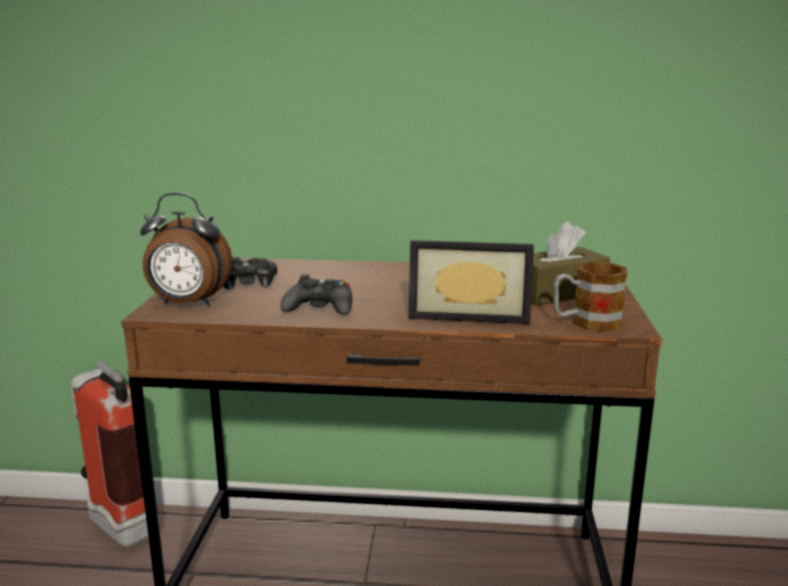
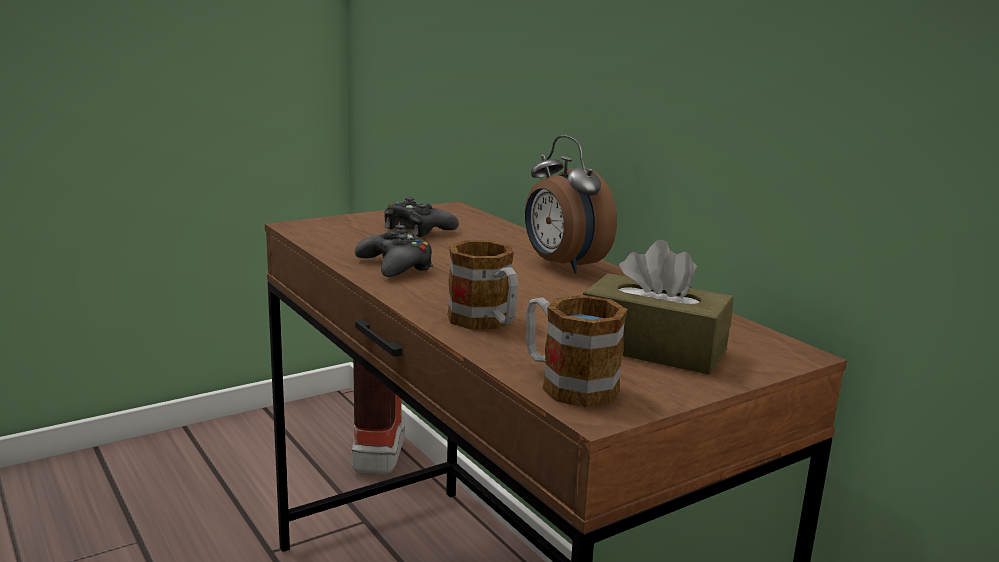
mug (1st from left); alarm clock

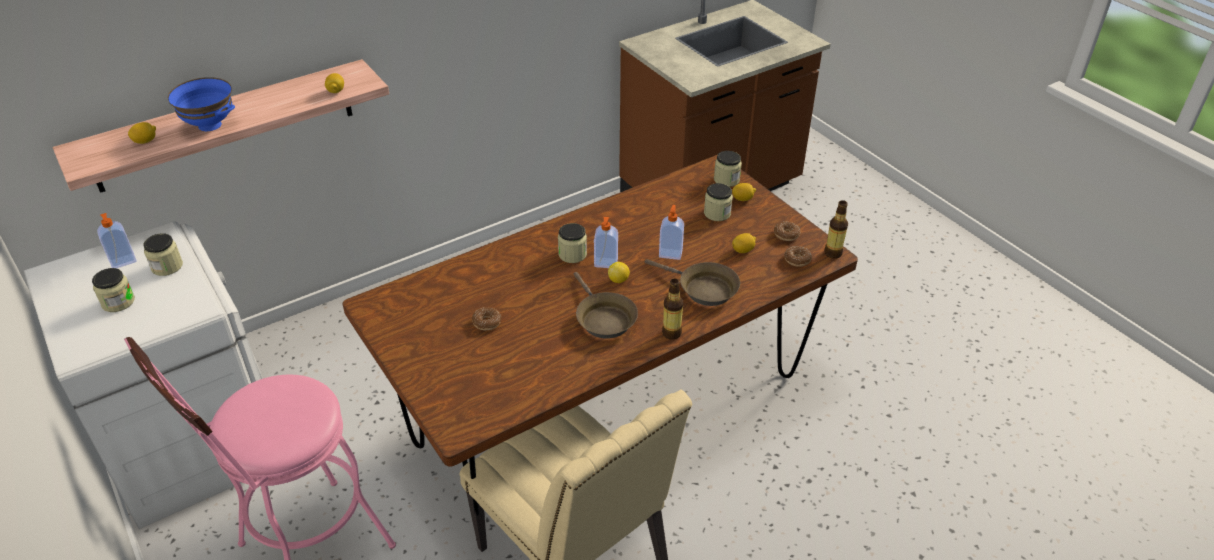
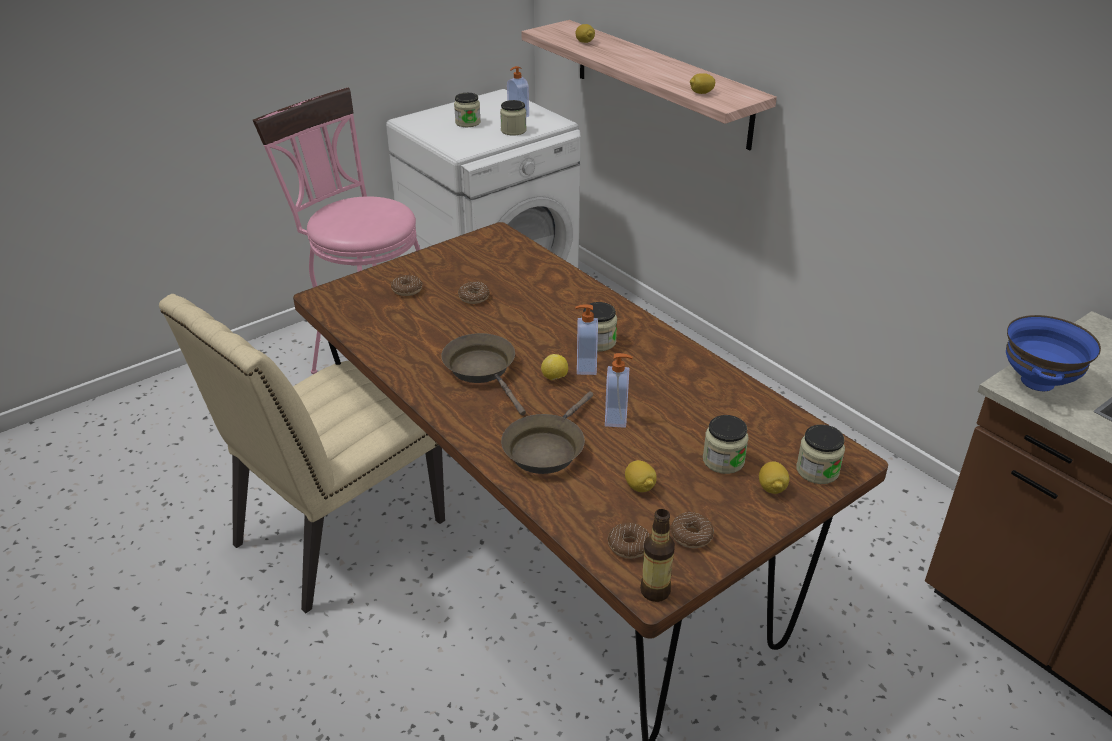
donut (1st from left); frying pan/brown (1st from left); bowl/blue; bottle (1st from left in the first image)

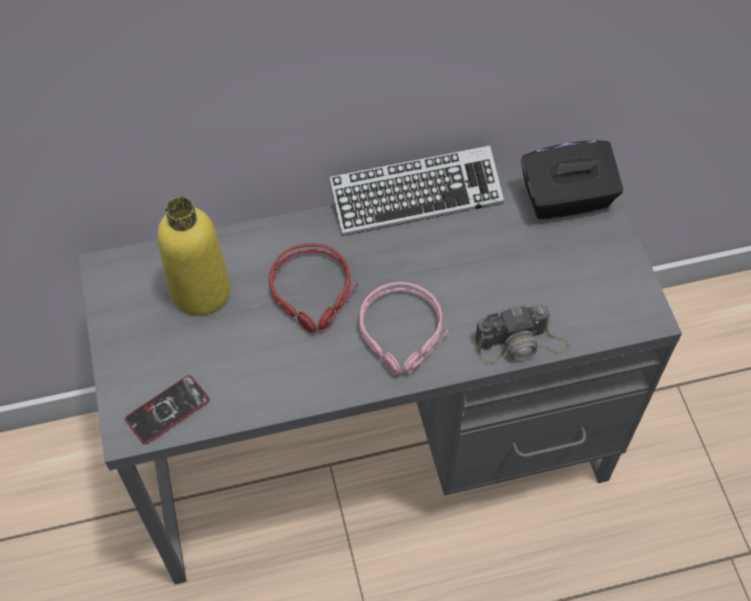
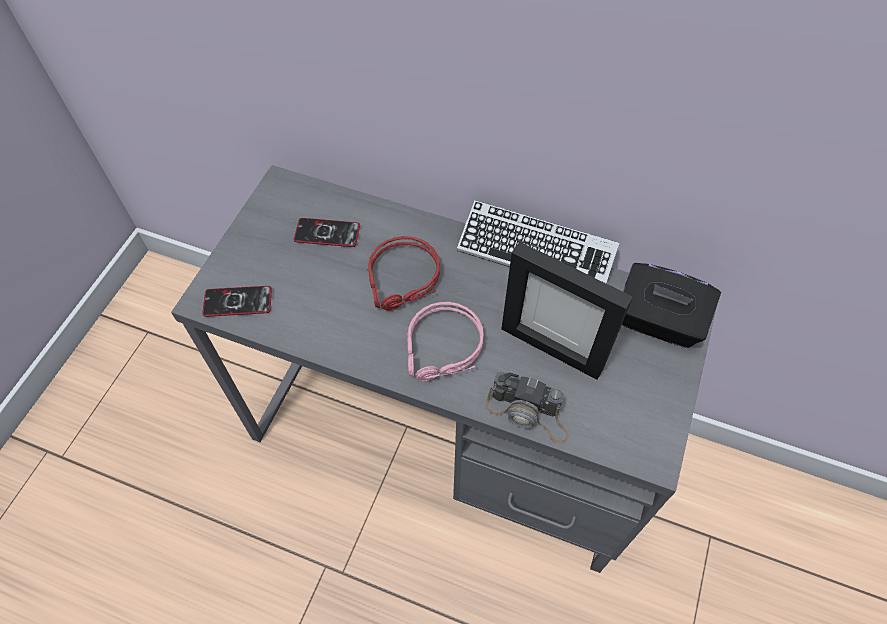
phone (2nd from left); picture frame

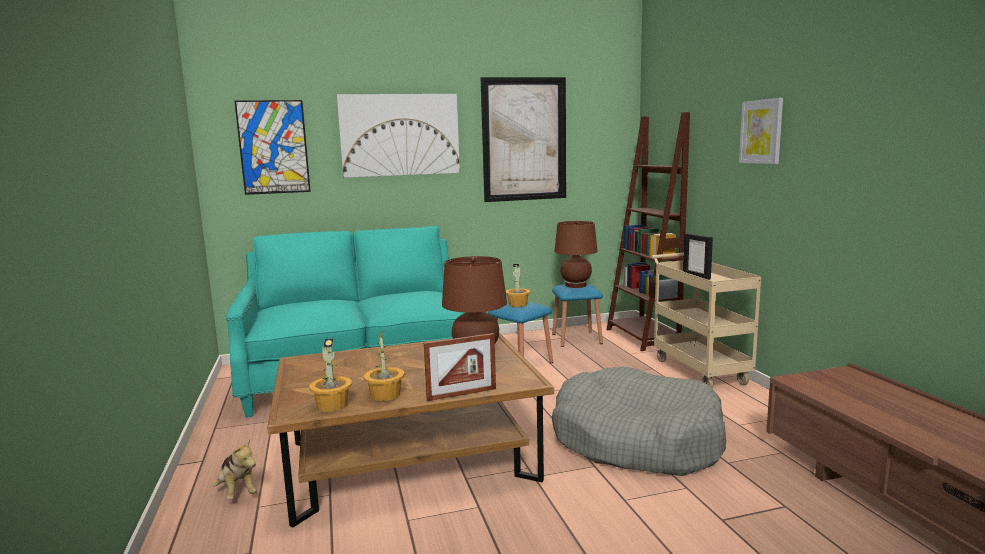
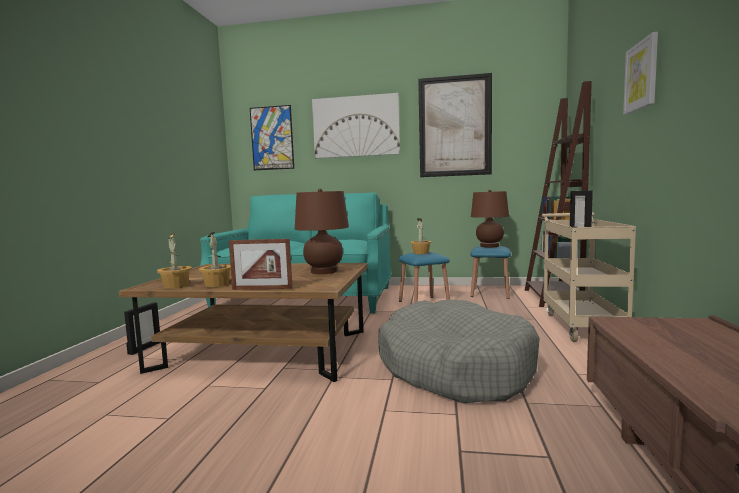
picture frame (1st from left)

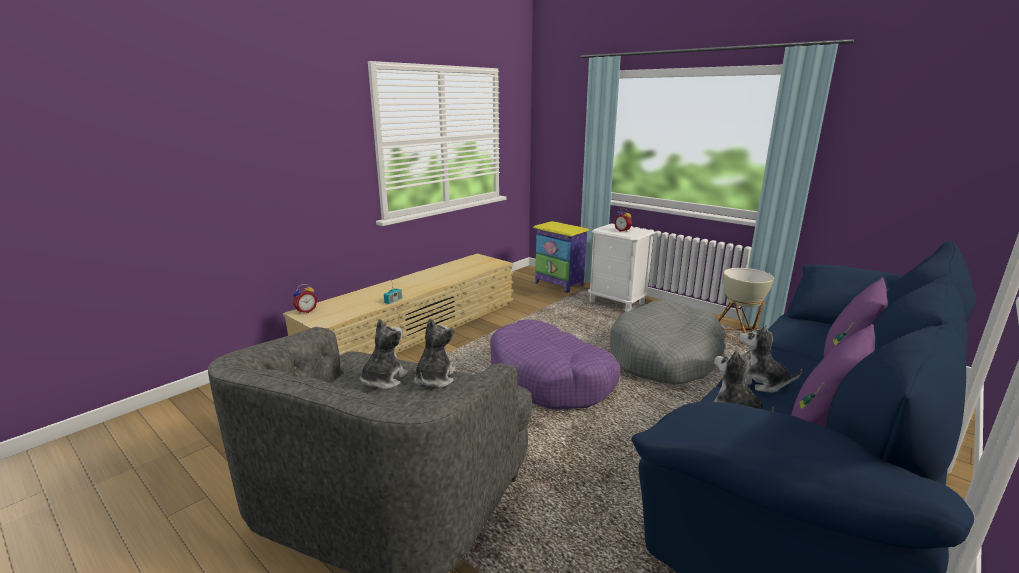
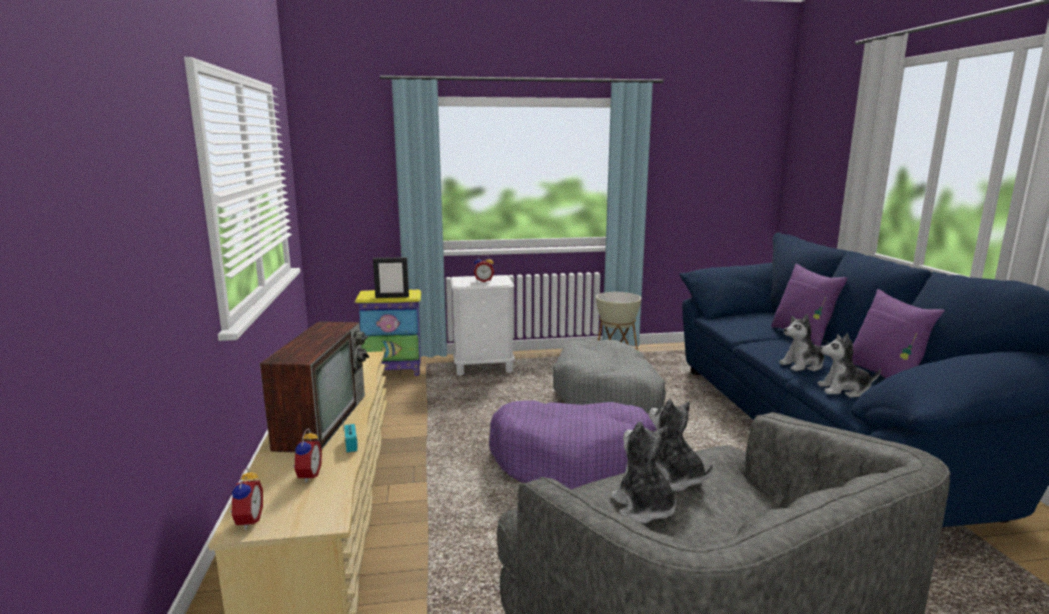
television; alarm clock (2nd from left); picture frame

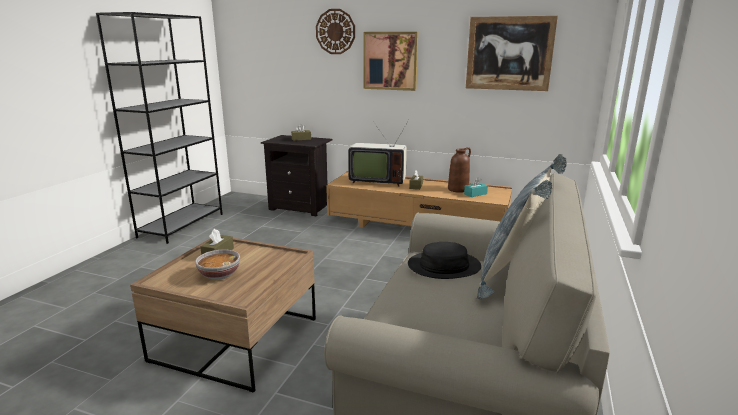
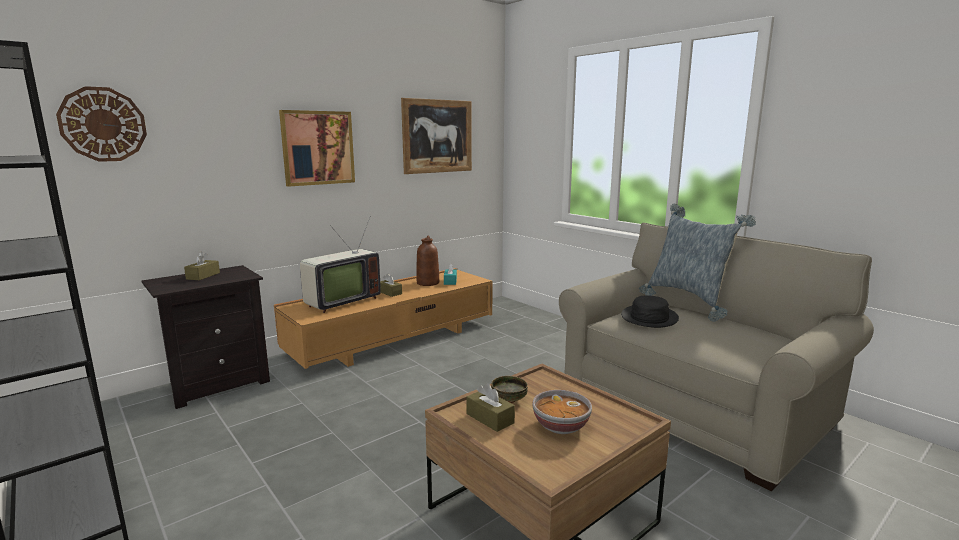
wall clock; bowl (1st from left)

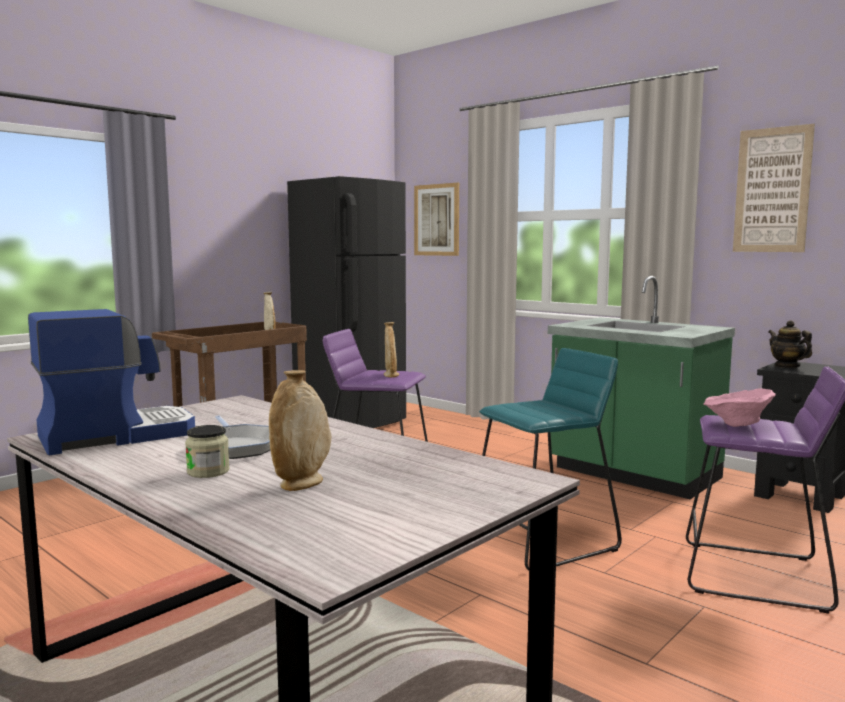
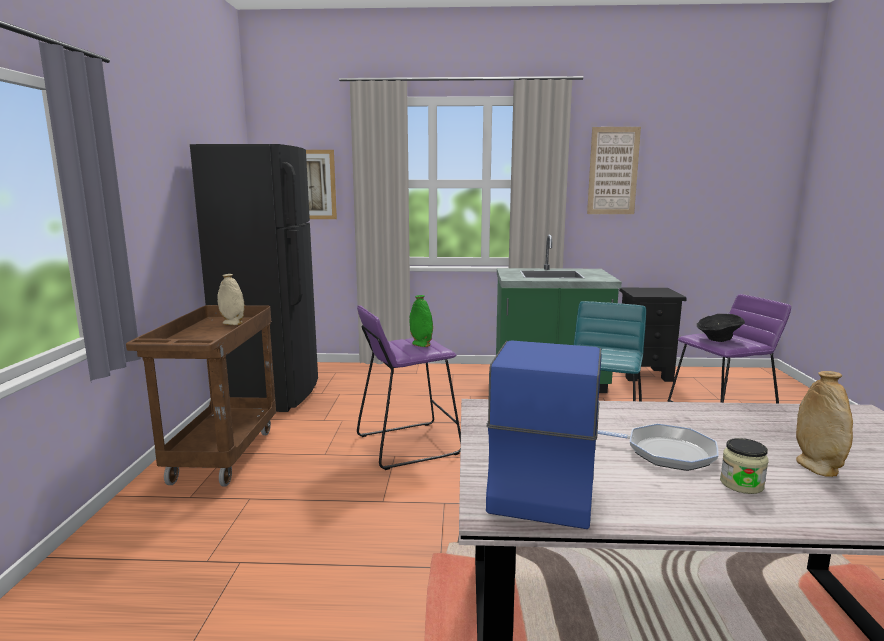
vase/green; bowl/black; teapot

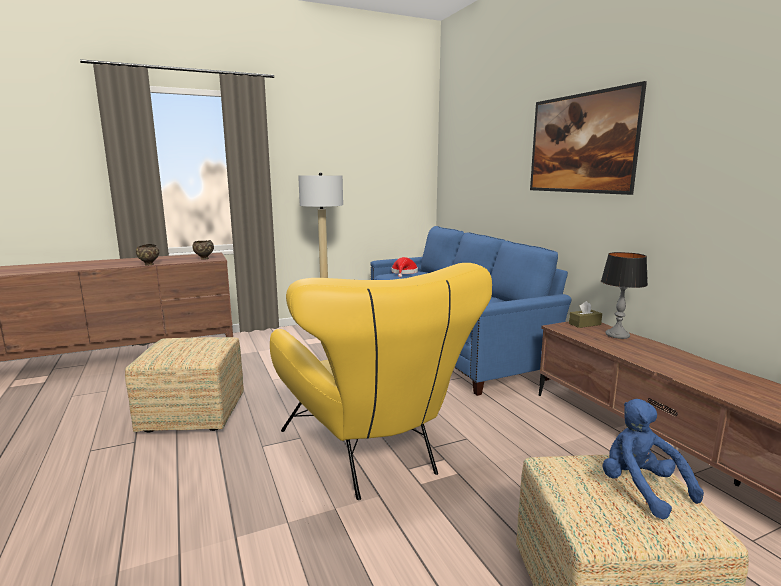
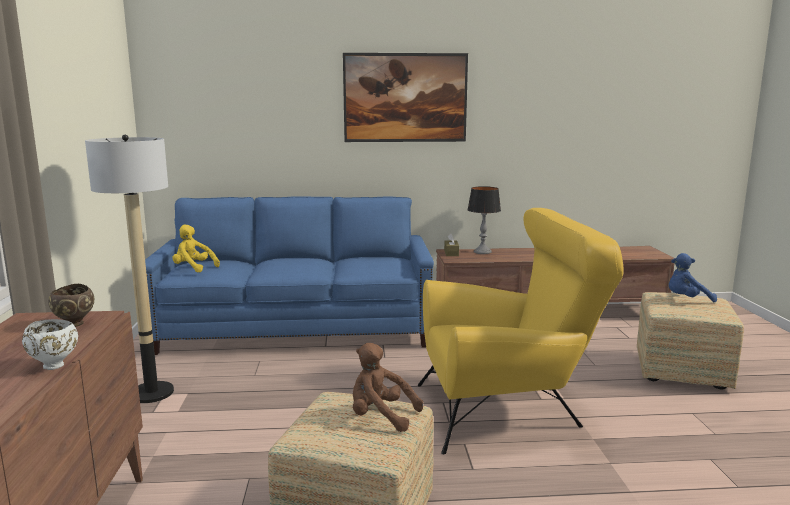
bowl/white; plush toy/yellow; plush toy/brown

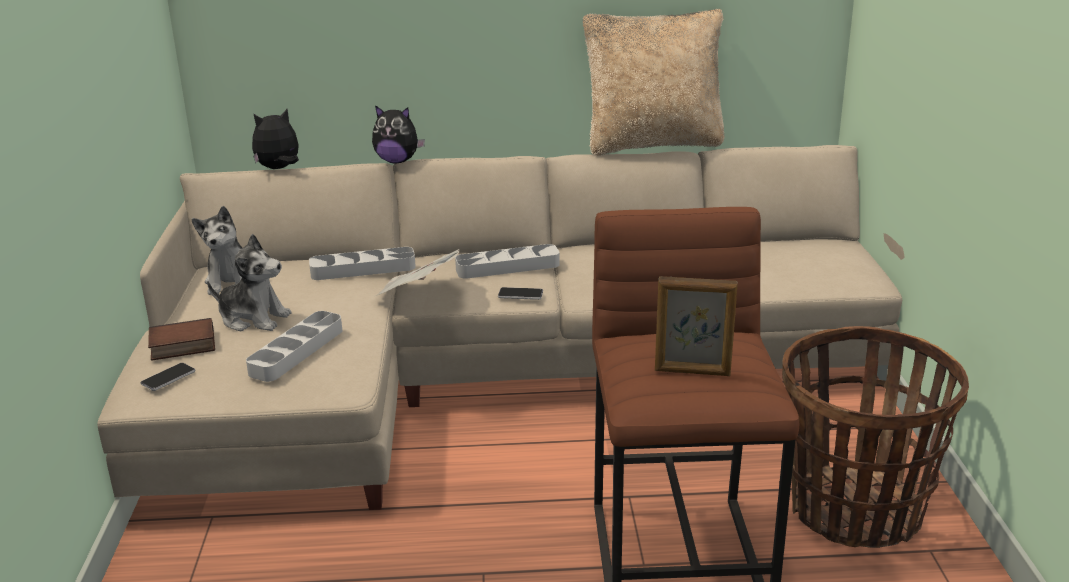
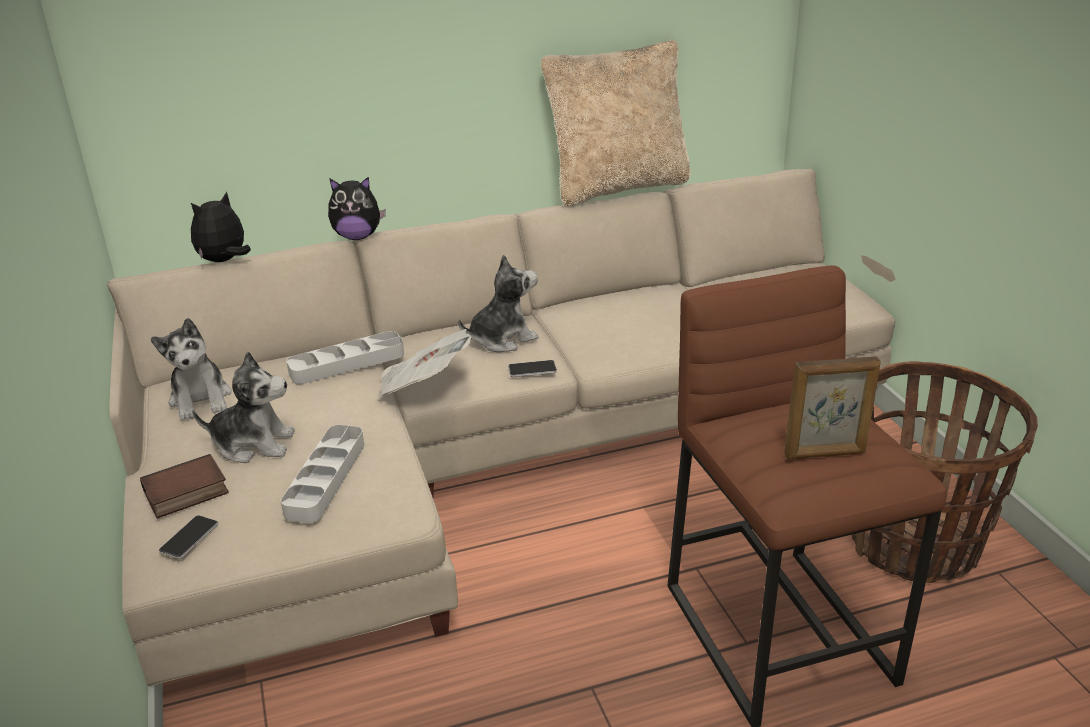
plush toy (5th from left)

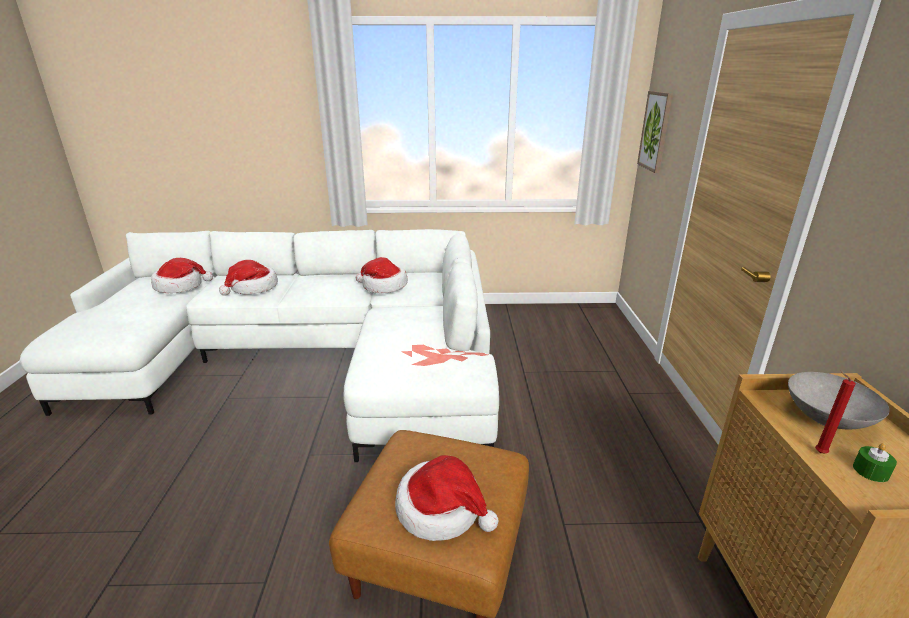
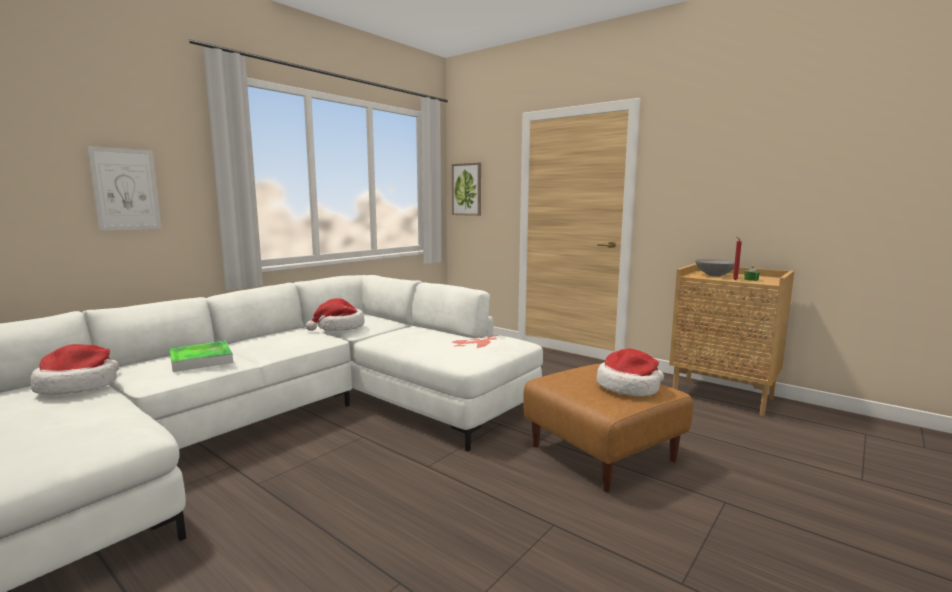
picture (1st from left); tray

